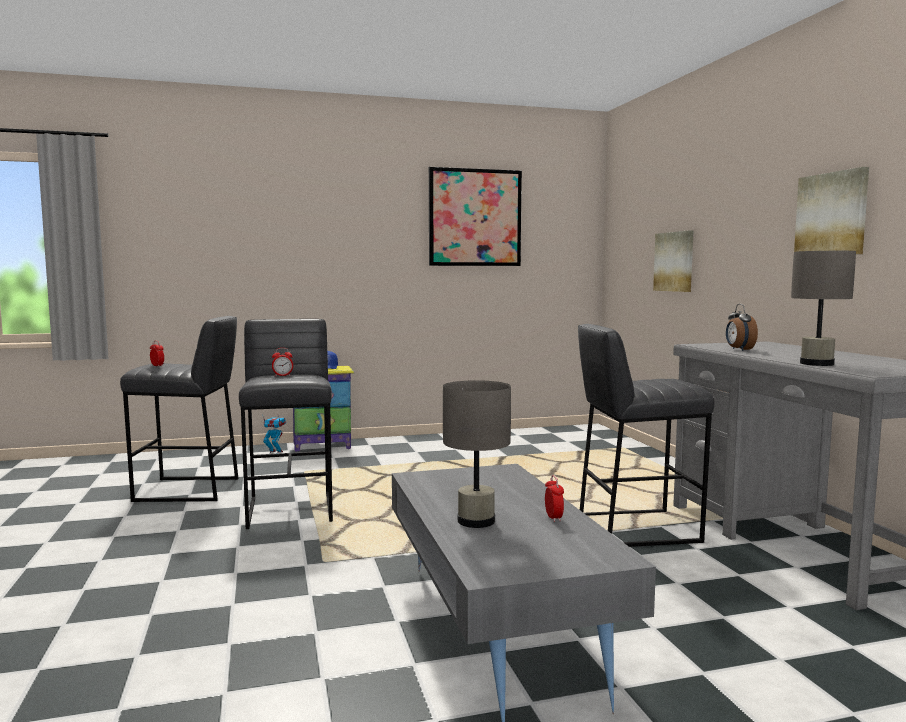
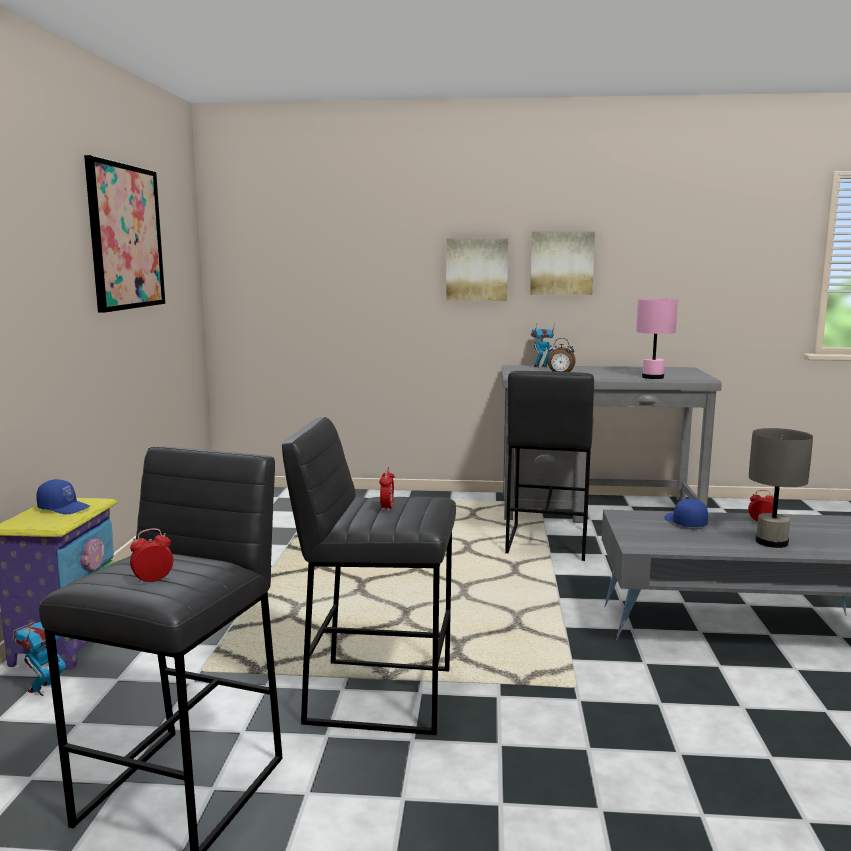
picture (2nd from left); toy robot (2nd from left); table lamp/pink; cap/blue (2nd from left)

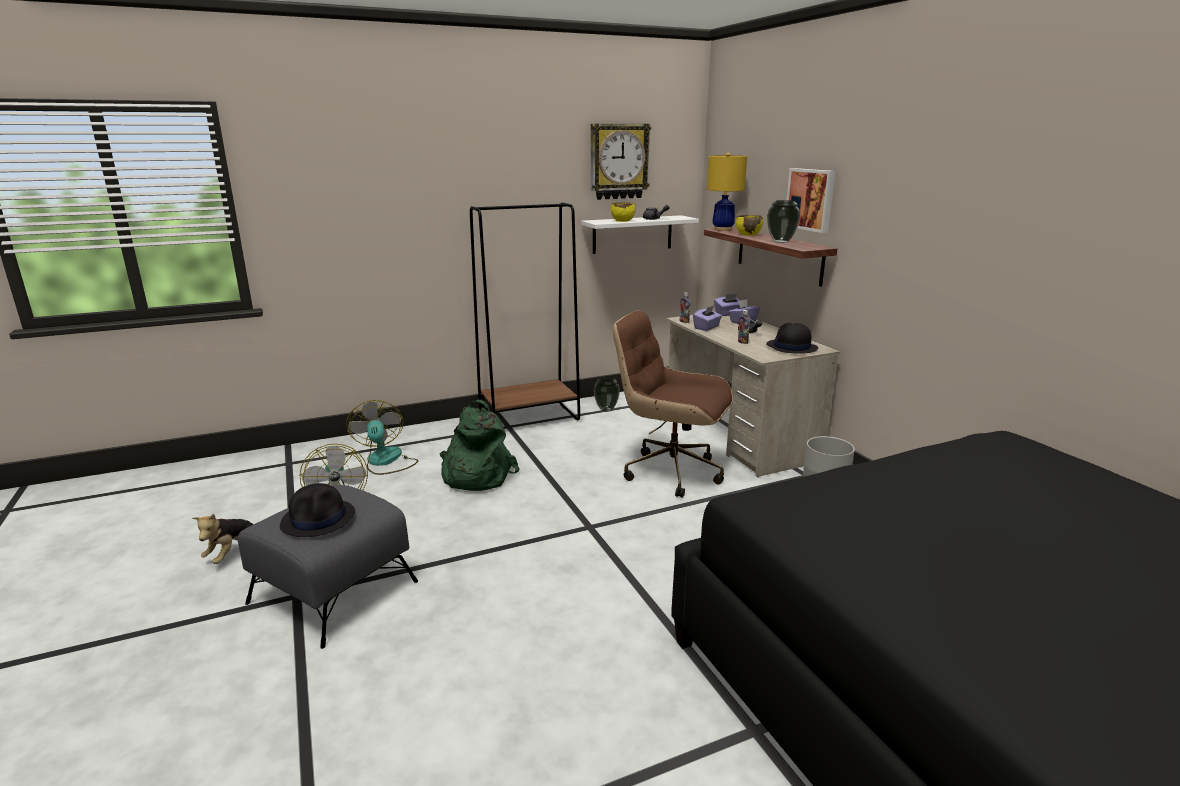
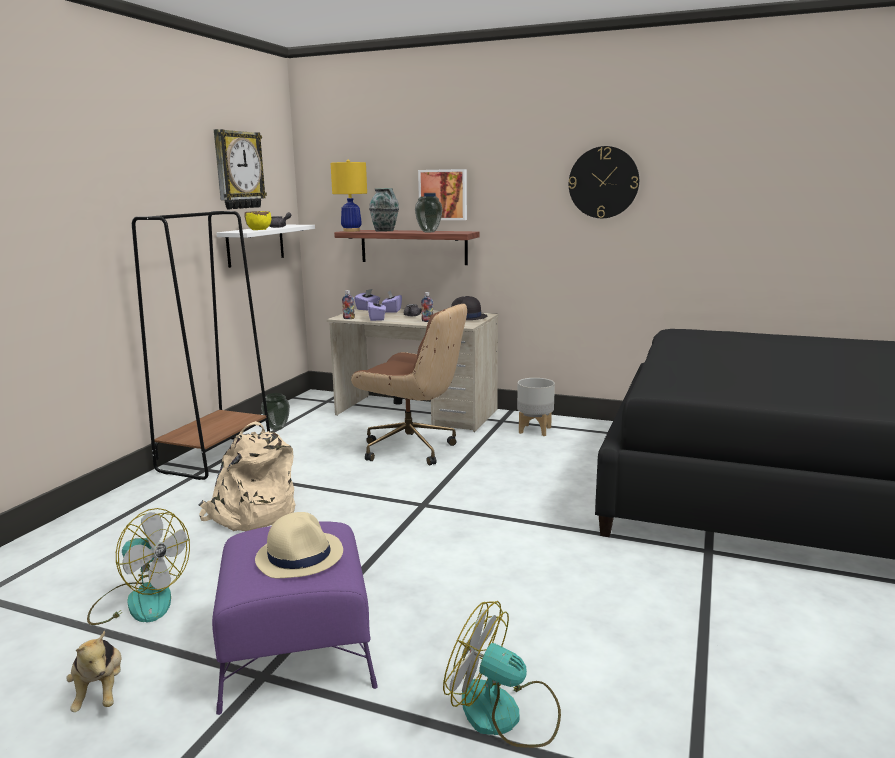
backpack/beige; ottoman/purple; hat/beige; office chair/brown; vase (2nd from left); fan (2nd from left); wall clock (2nd from left)

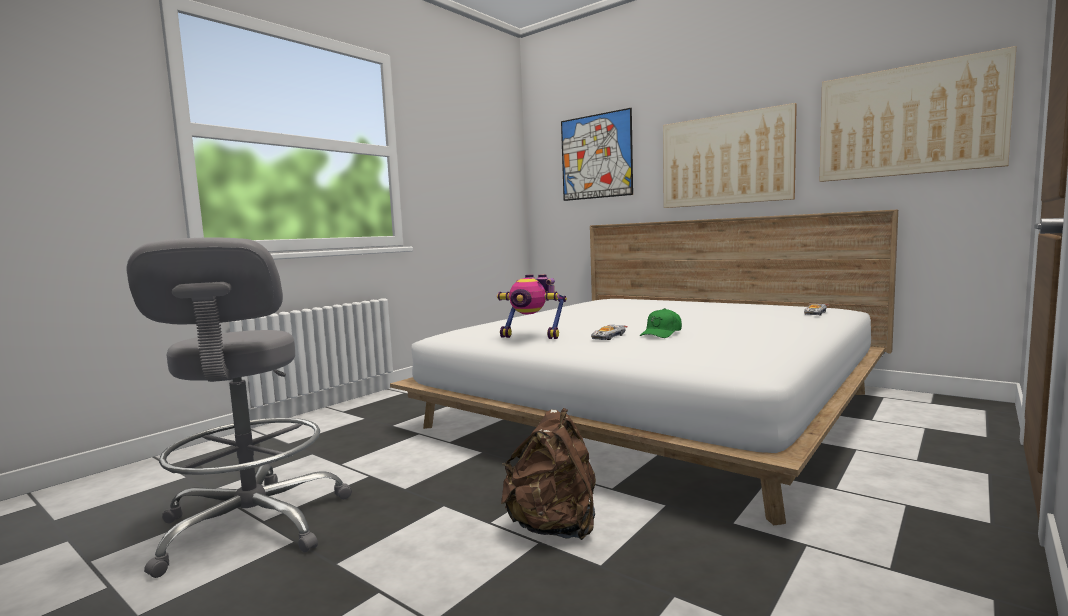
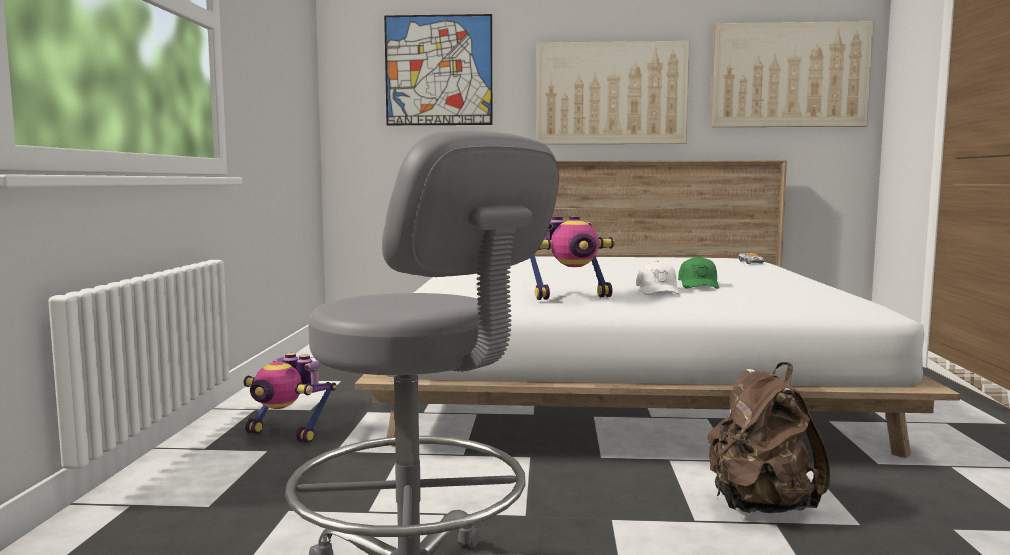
toy robot (1st from left); cap/white

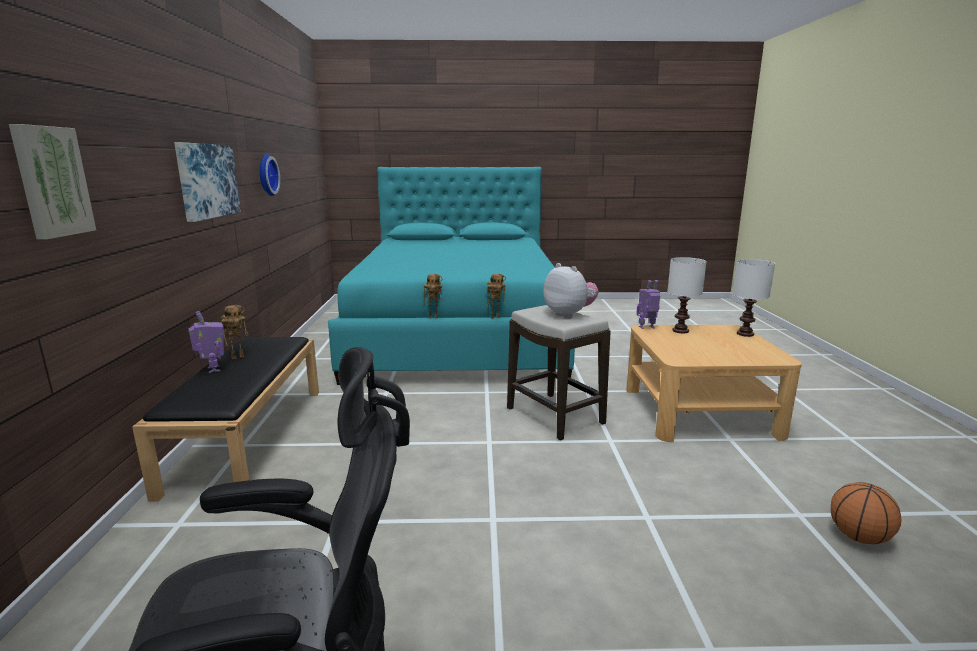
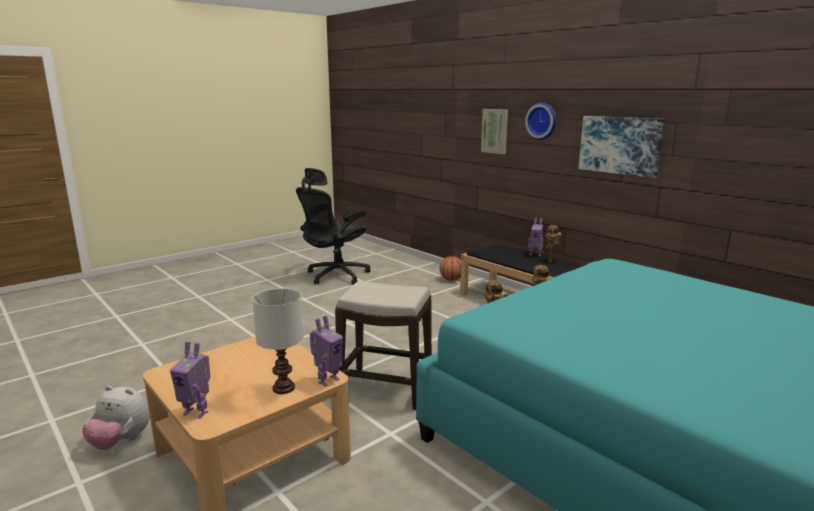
plush toy; toy robot (1st from left); basketball; wall clock

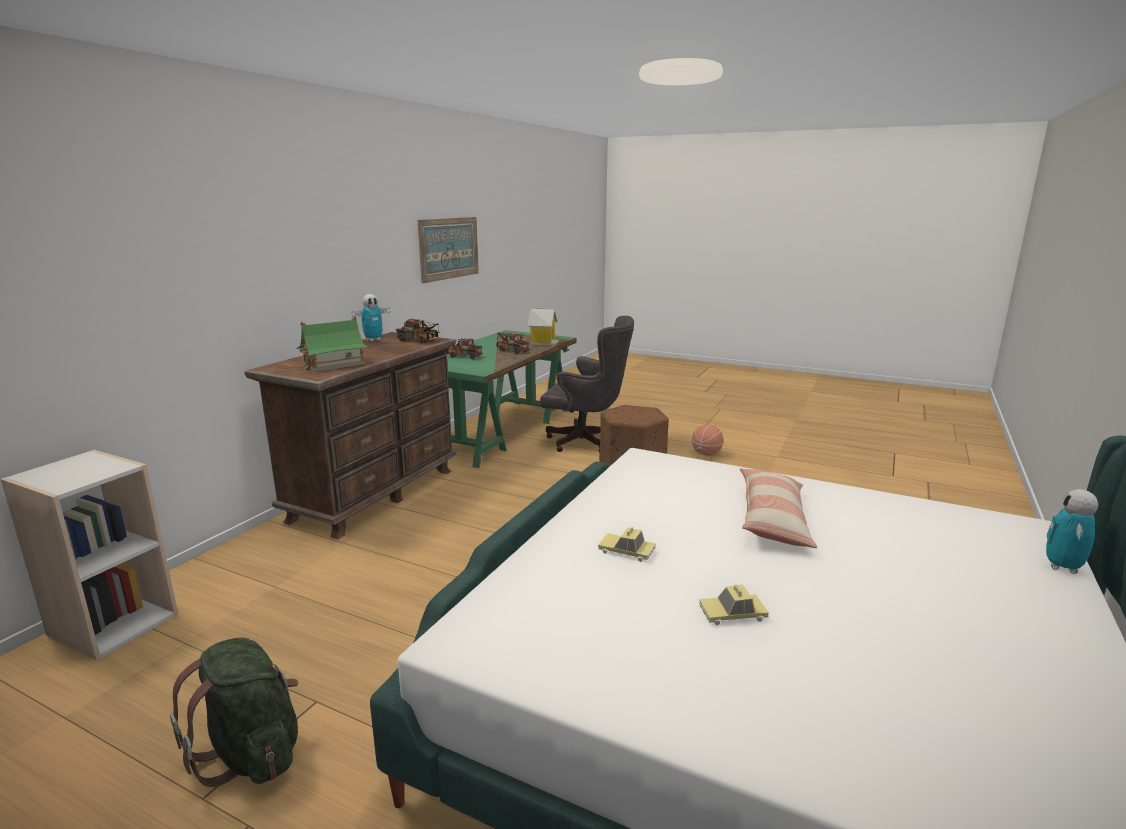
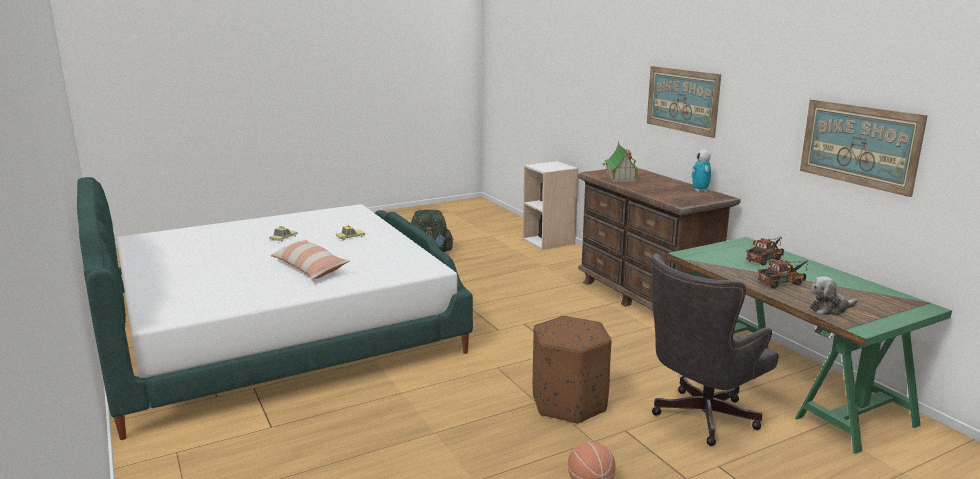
picture (1st from left); plush toy; toy truck (1st from left in the first image); toy robot (2nd from left in the first image)

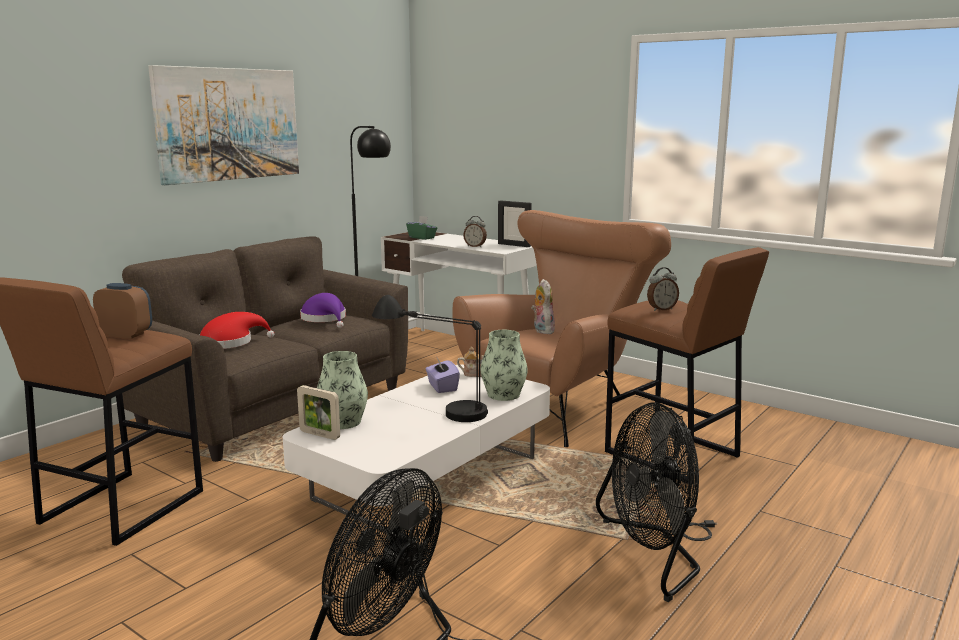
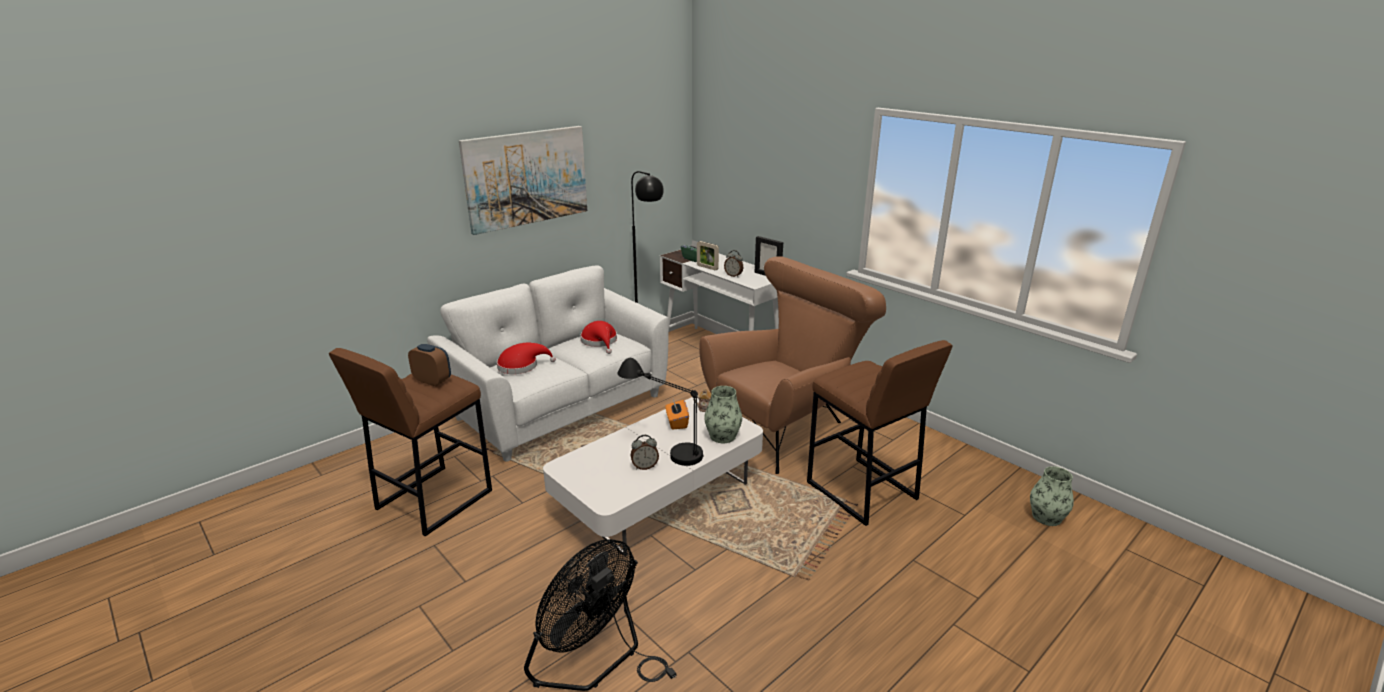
sofa/white; hat/red (2nd from left); alarm clock (2nd from left); tissue box/orange; picture frame (1st from left); vase (2nd from left); plush toy; fan/black (2nd from left in the first image)

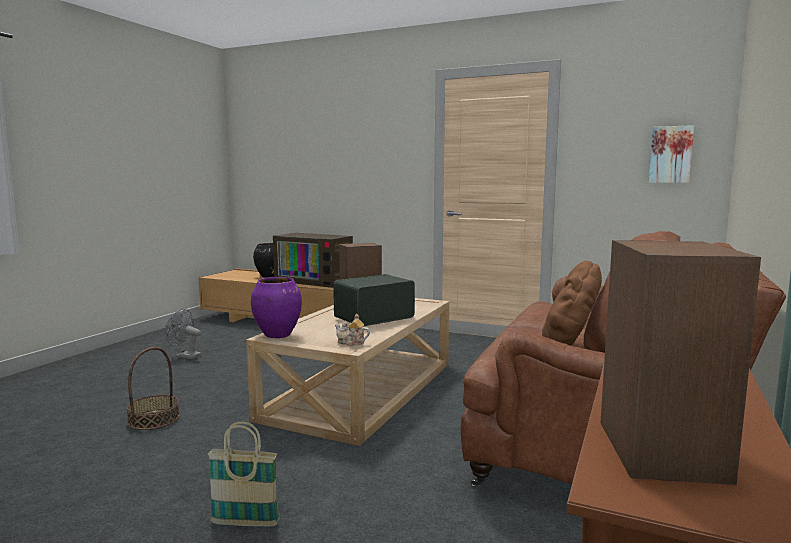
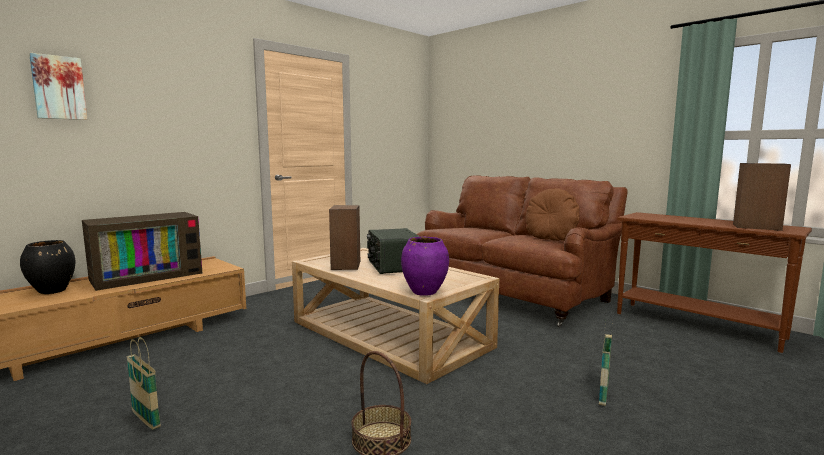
picture; basket (1st from left); teapot

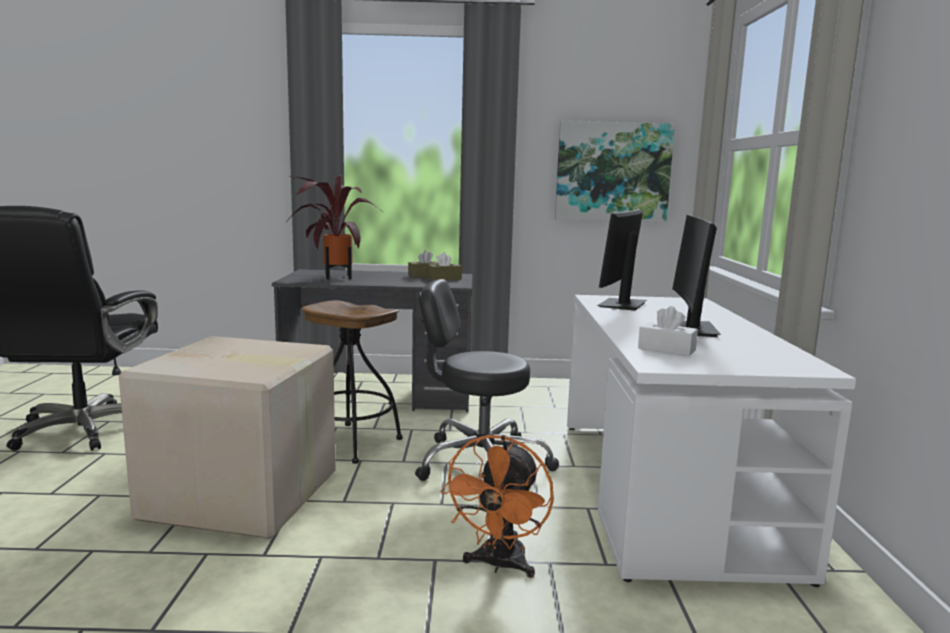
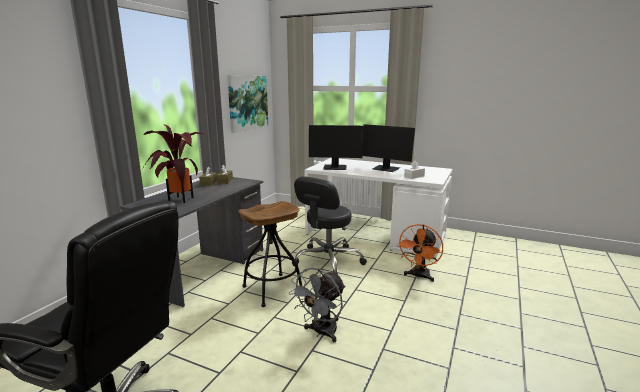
fan/grey; monitor (1st from left); fan/orange

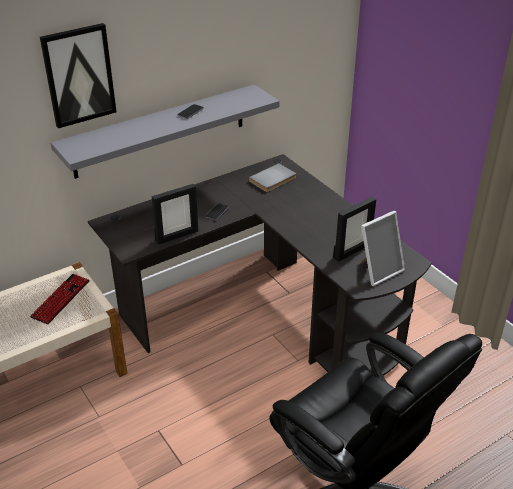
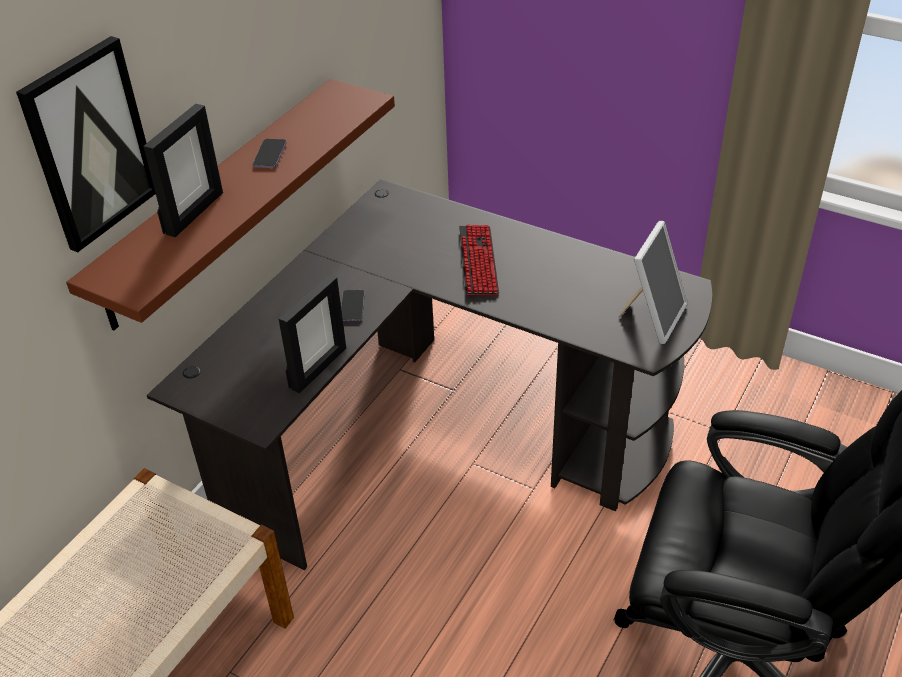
shelf/brown; picture frame (1st from left); keyboard; book/grey

